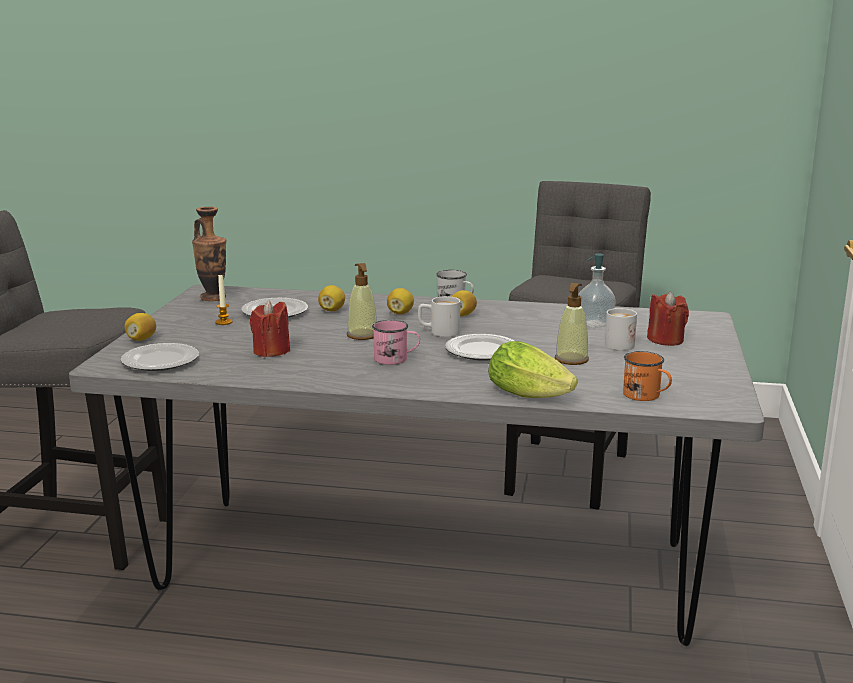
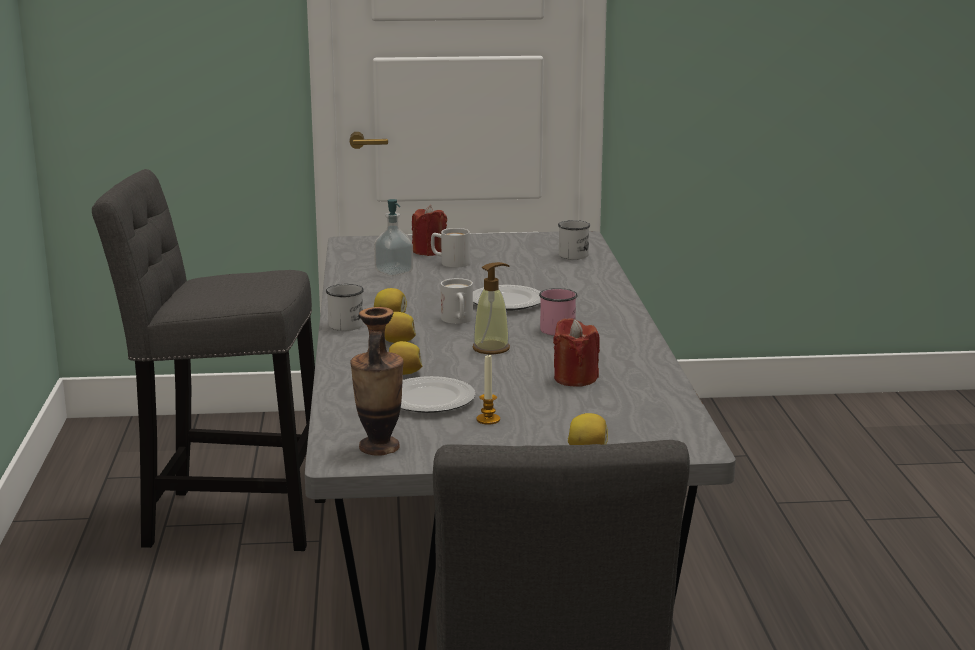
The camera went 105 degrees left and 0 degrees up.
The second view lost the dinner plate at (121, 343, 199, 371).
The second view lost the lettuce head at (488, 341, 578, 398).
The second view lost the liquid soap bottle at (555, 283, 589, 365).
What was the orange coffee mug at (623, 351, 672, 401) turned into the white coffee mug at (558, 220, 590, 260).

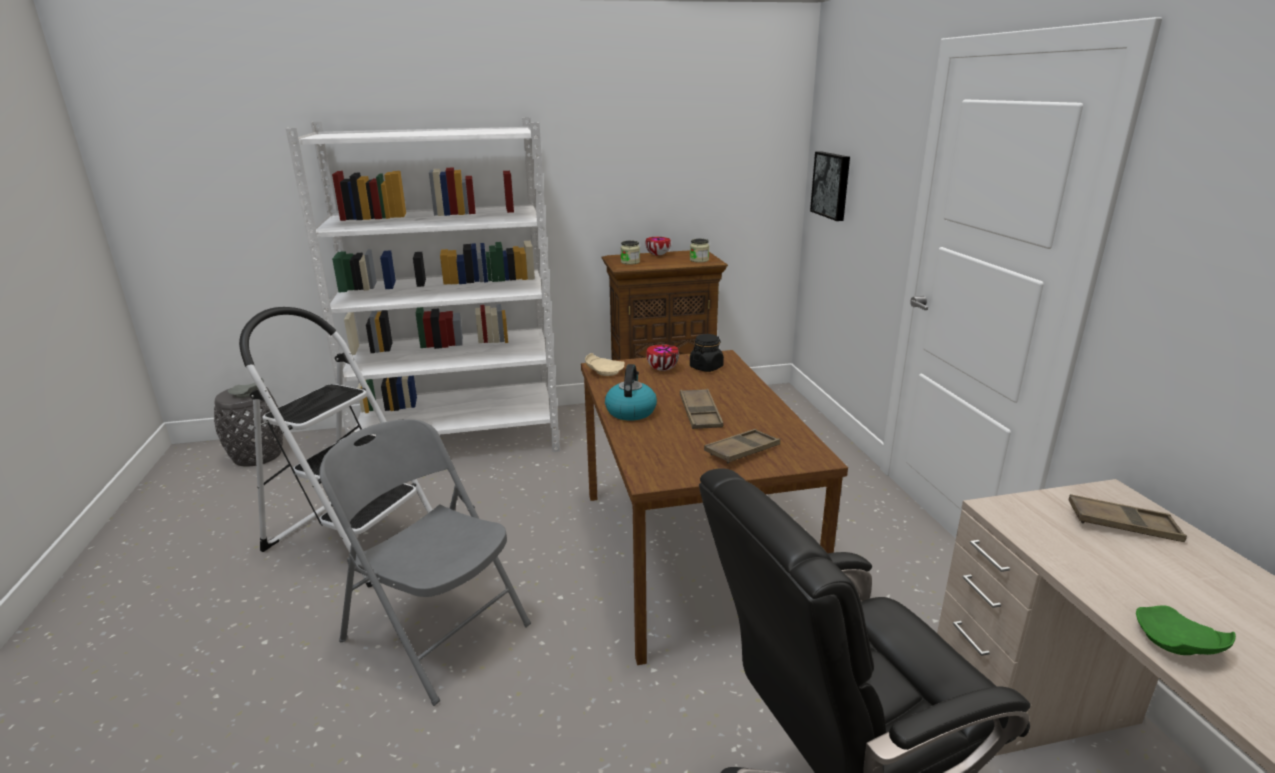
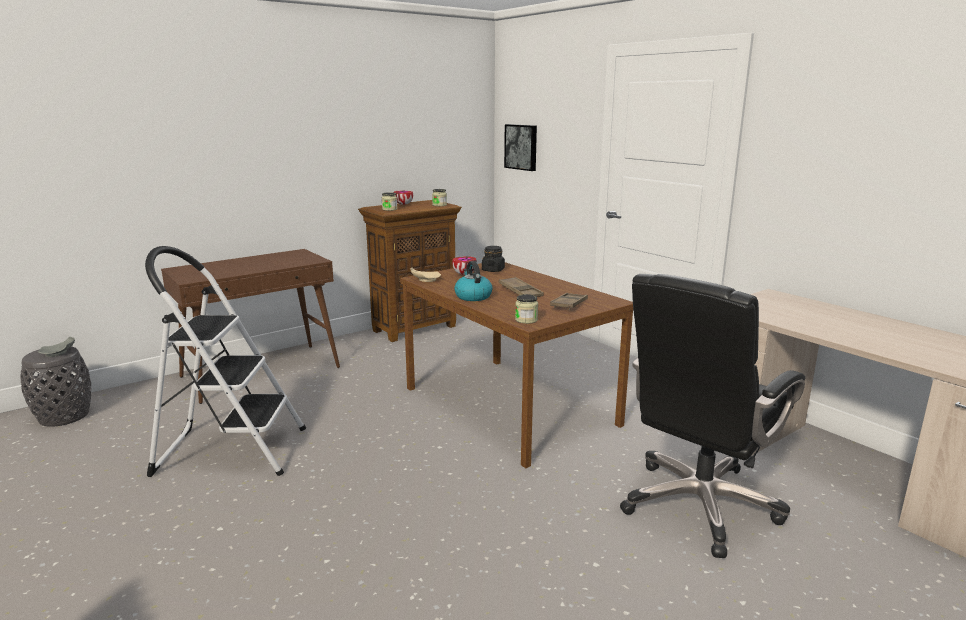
The camera went 25 degrees left and 5 degrees down.
The second view lost the greyish plain chair at (319, 419, 531, 706).
The second view lost the brownish tray at (1068, 494, 1187, 542).
The second view lost the green dinner plate at (1136, 605, 1236, 655).
The second view gained the preserve jar at (515, 294, 538, 324).
Where the white bookcase stood at (286, 117, 560, 452), the brownish narrow table came to stand at (161, 249, 340, 404).

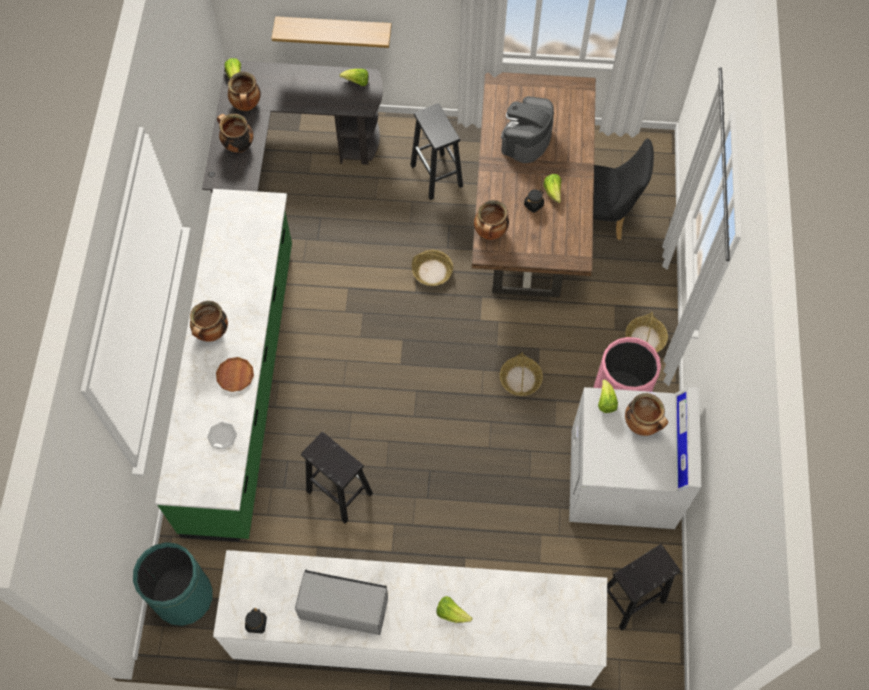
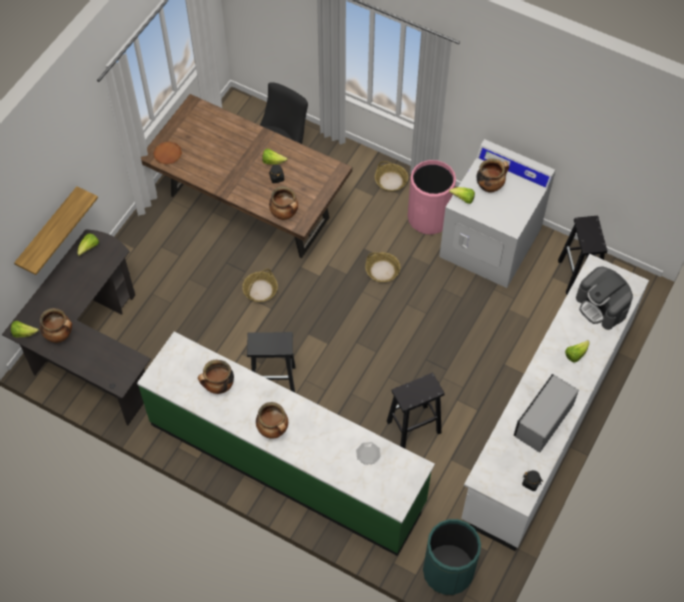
The camera went 65 degrees left and 5 degrees down.
The brownish dinner plate ended up elsewhere, having gone from (216, 357, 254, 392) to (153, 141, 182, 165).
The cooking pot ended up elsewhere, having gone from (217, 114, 253, 153) to (198, 360, 234, 394).
The blackish stool seat ended up elsewhere, having gone from (411, 103, 463, 200) to (247, 332, 295, 393).
The coffee brewer ended up elsewhere, having gone from (501, 96, 554, 163) to (576, 267, 633, 330).

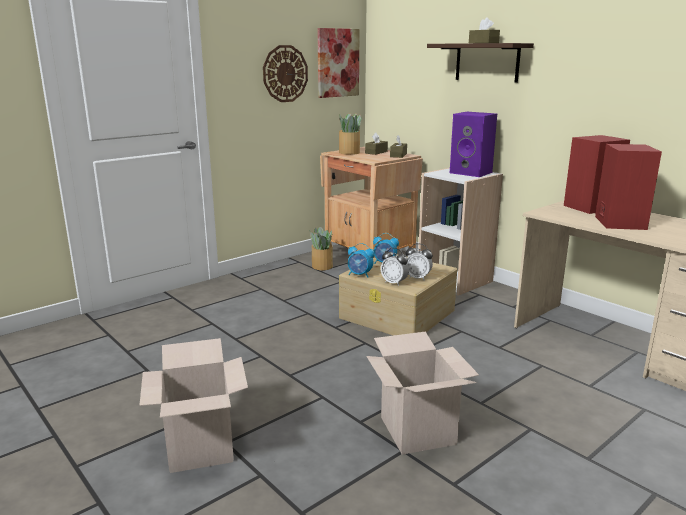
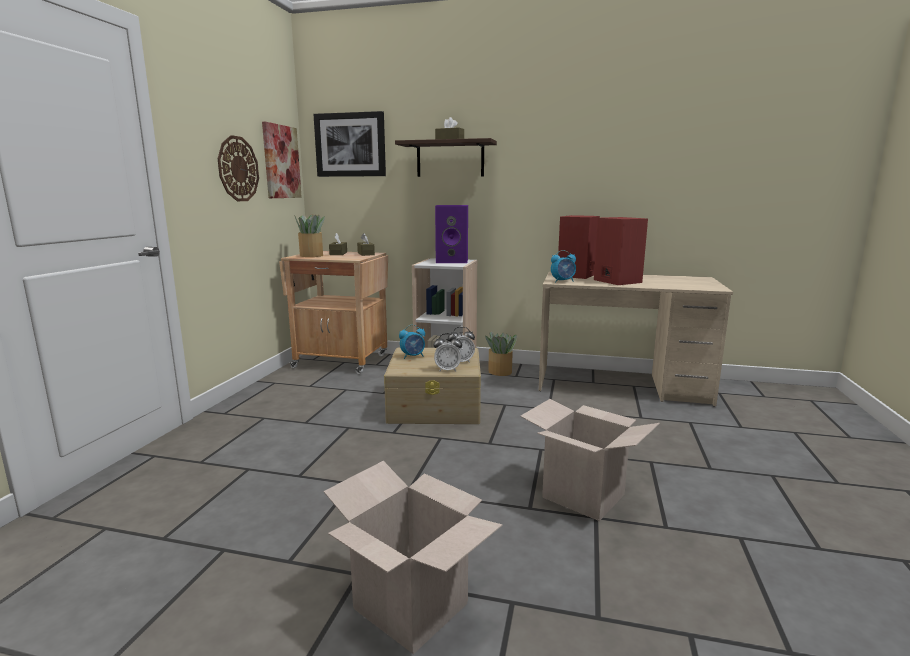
The camera went 35 degrees left and 5 degrees down.
The second view gained the picture at (313, 111, 386, 177).
The houseplant ended up elsewhere, having gone from (309, 226, 333, 270) to (485, 331, 517, 376).
The alarm clock ended up elsewhere, having gone from (348, 243, 375, 278) to (551, 250, 576, 282).

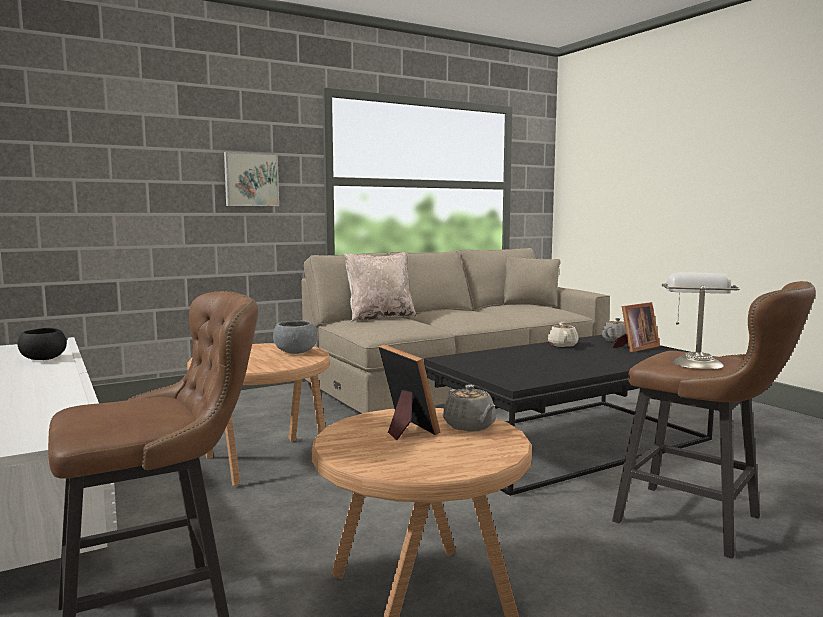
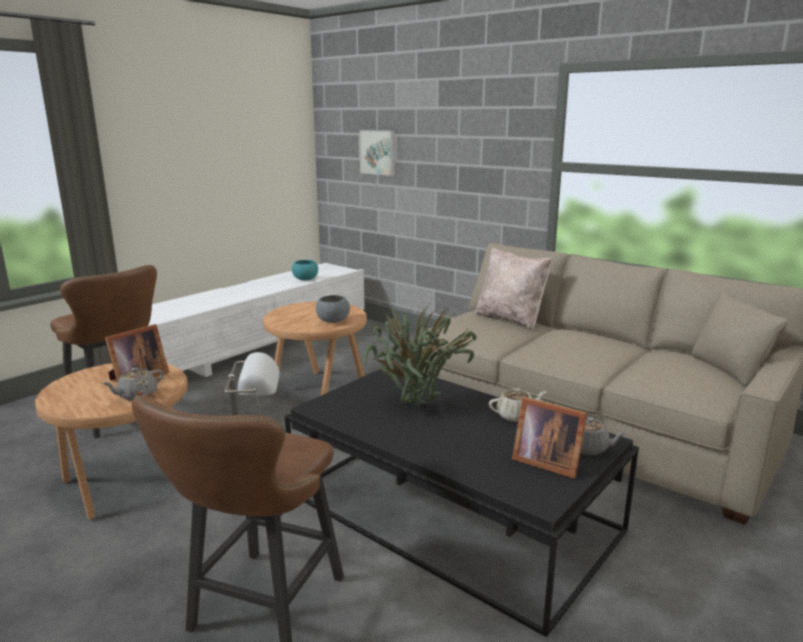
The camera went 70 degrees right and 10 degrees up.
The second view gained the houseplant at (364, 304, 477, 408).
The picture ended up elsewhere, having gone from (224, 152, 279, 206) to (359, 130, 395, 176).
What was the blackish bowl at (18, 328, 67, 360) turned into the blue-green bowl at (292, 260, 318, 280).

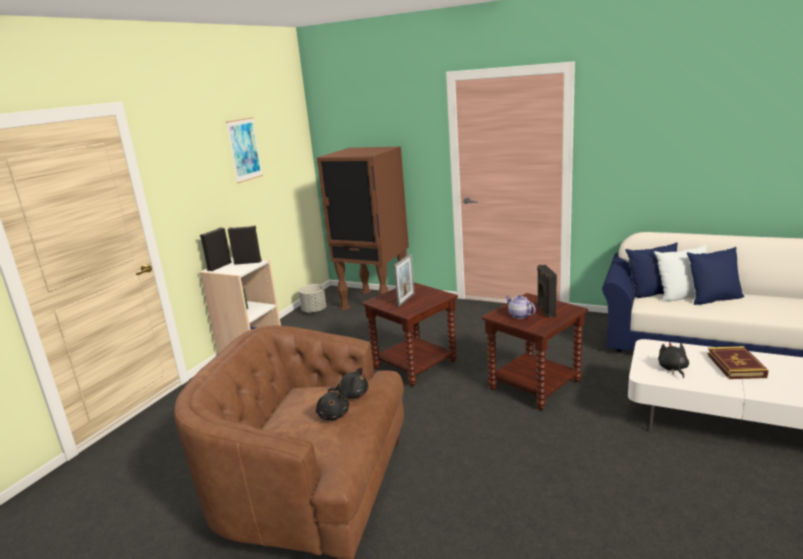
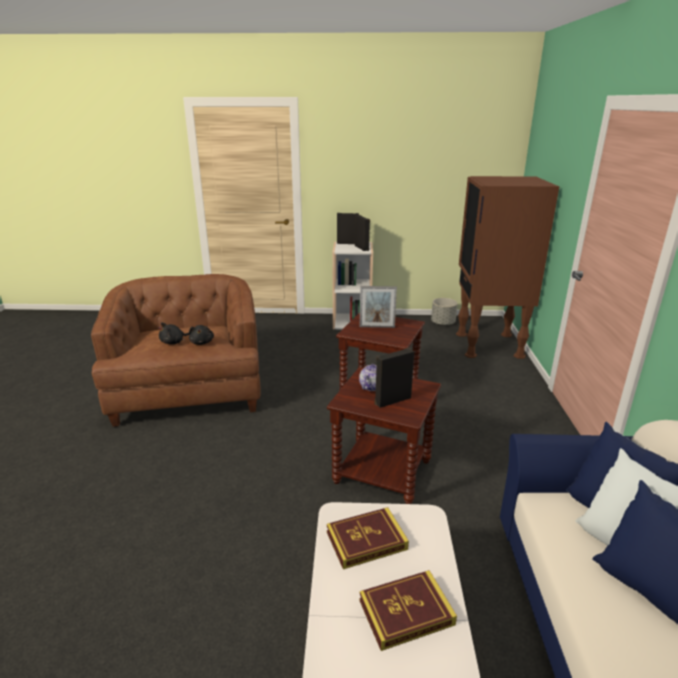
The camera went 65 degrees right and 5 degrees up.
The second view lost the picture at (226, 117, 263, 183).
Where the blackish cuddly toy stood at (658, 342, 689, 378), the bound book came to stand at (327, 507, 409, 569).

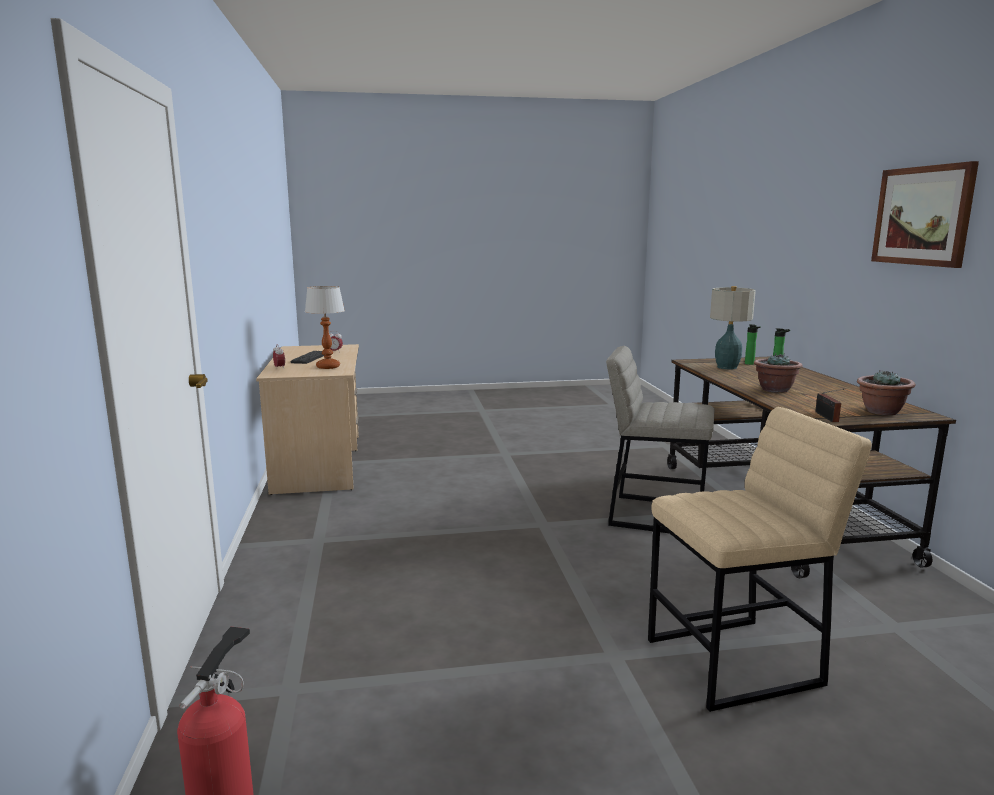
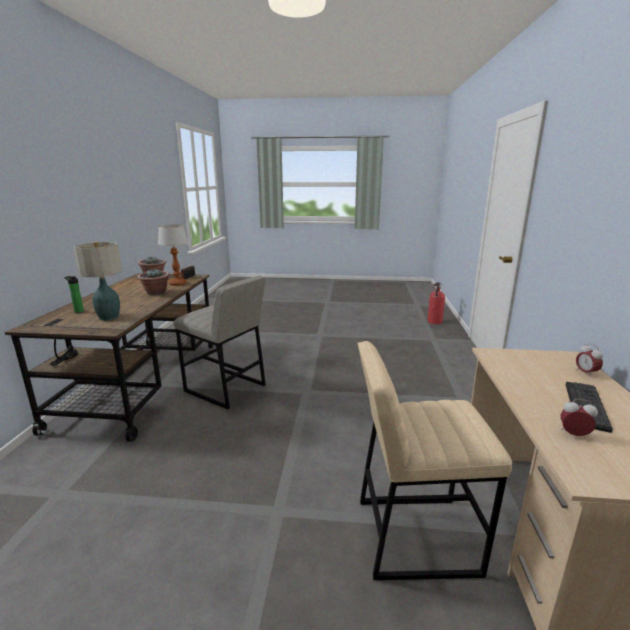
The camera went 165 degrees left and 5 degrees up.
The second view lost the drink bottle at (745, 324, 761, 365).
The second view lost the picture at (871, 161, 979, 268).
The lamp for a table ended up elsewhere, having gone from (305, 286, 345, 369) to (158, 224, 188, 286).
The beige plain chair ended up elsewhere, having gone from (648, 407, 872, 712) to (358, 341, 512, 580).

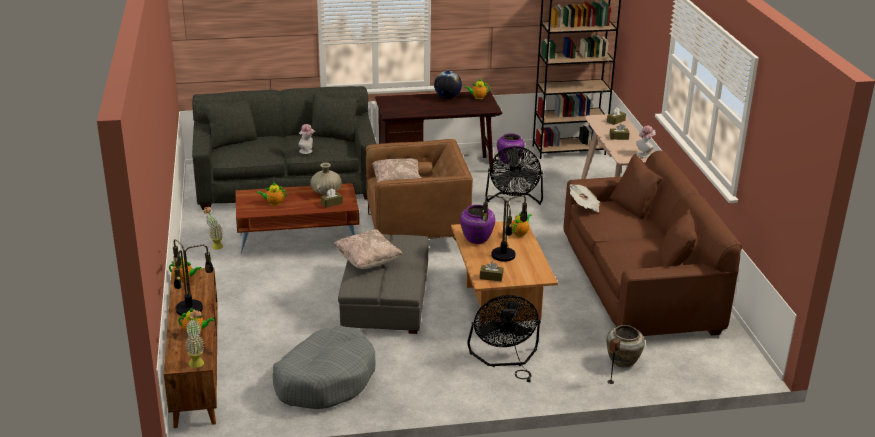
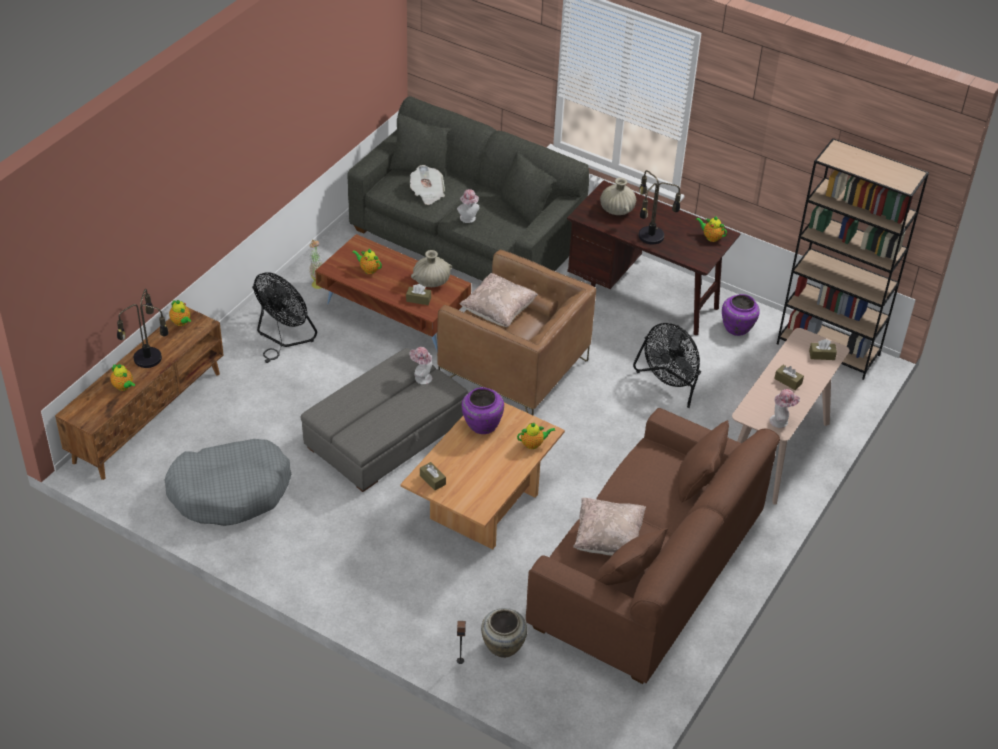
The camera went 40 degrees right and 15 degrees up.
The second view lost the houseplant at (185, 309, 205, 368).
The second view lost the globe at (434, 71, 462, 99).
The second view gained the clothing hat at (409, 347, 432, 385).
The second view gained the beige flower vase at (600, 178, 636, 215).
The beige throw pillow ended up elsewhere, having gone from (333, 229, 402, 269) to (573, 498, 646, 556).
The blackish fan ended up elsewhere, having gone from (467, 295, 541, 382) to (252, 272, 317, 363).
The lamp for a table ended up elsewhere, having gone from (481, 195, 527, 262) to (639, 170, 681, 244).
The printed paper ended up elsewhere, having gone from (569, 184, 600, 212) to (410, 165, 445, 205).

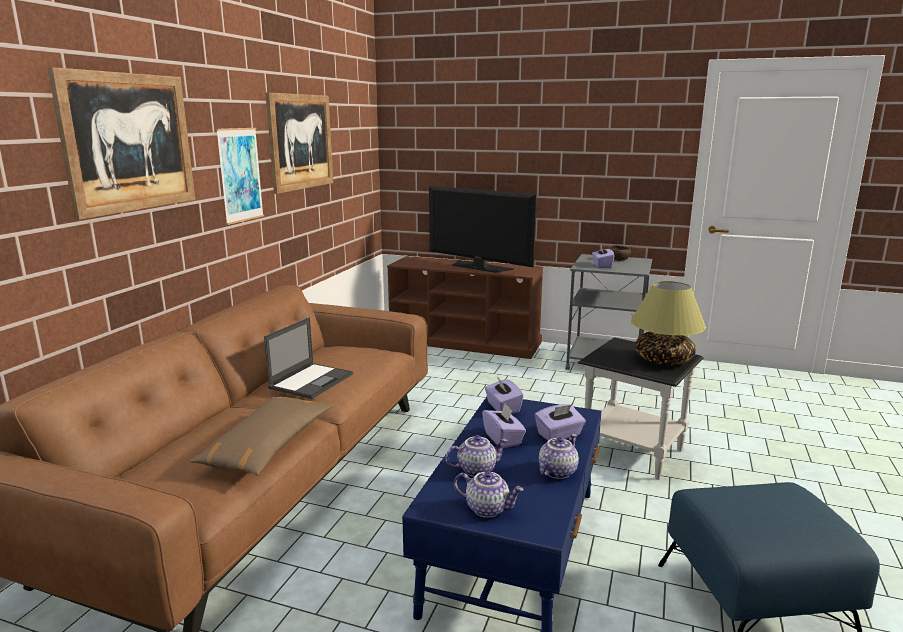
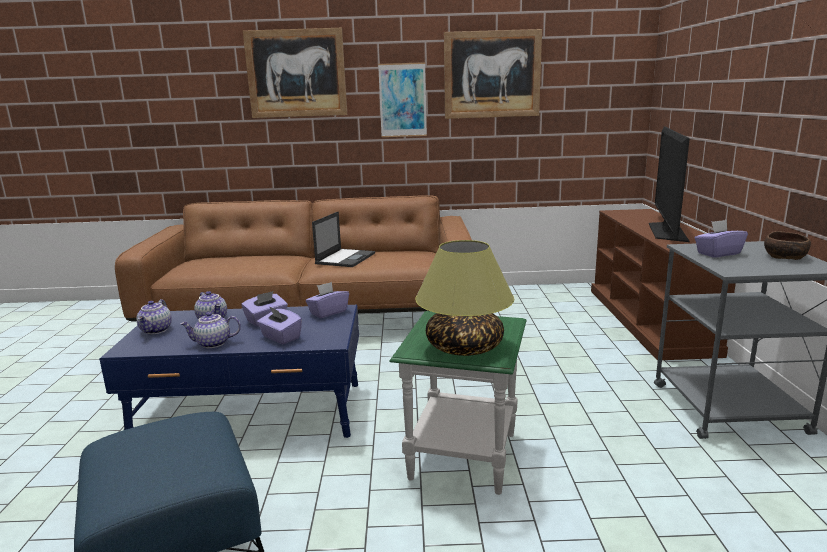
The camera went 70 degrees right and 0 degrees up.
The second view lost the brownish throw pillow at (190, 397, 333, 475).
What was the blackish end table at (578, 337, 704, 480) turned into the green end table at (389, 311, 526, 495).
The notebook computer at (264, 317, 353, 399) ended up facing another way, 75 degrees counterclockwise from before.
The teapot at (539, 434, 579, 479) ended up facing another way, 150 degrees clockwise from before.

